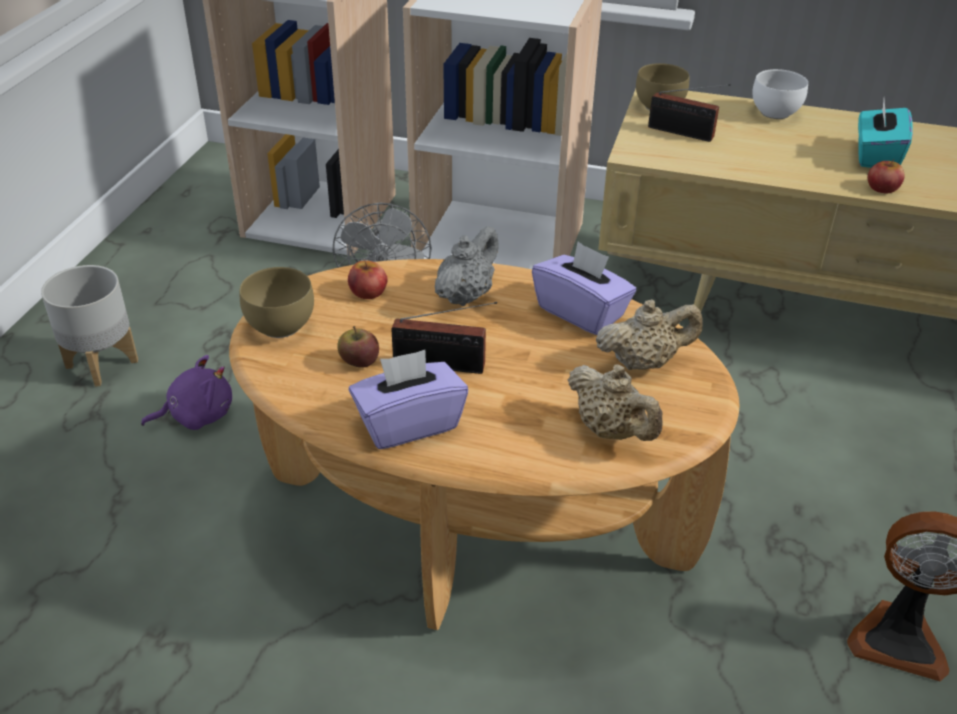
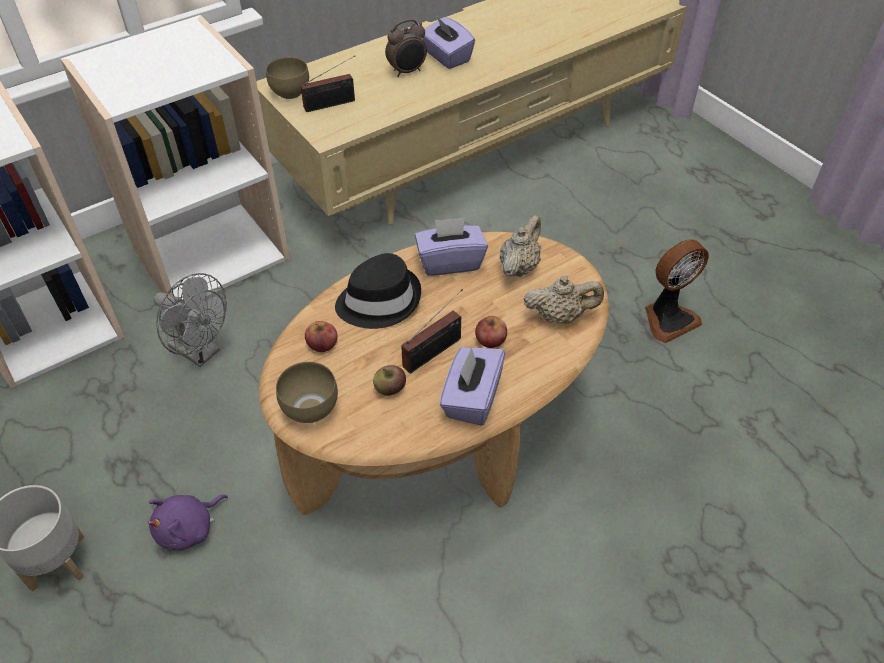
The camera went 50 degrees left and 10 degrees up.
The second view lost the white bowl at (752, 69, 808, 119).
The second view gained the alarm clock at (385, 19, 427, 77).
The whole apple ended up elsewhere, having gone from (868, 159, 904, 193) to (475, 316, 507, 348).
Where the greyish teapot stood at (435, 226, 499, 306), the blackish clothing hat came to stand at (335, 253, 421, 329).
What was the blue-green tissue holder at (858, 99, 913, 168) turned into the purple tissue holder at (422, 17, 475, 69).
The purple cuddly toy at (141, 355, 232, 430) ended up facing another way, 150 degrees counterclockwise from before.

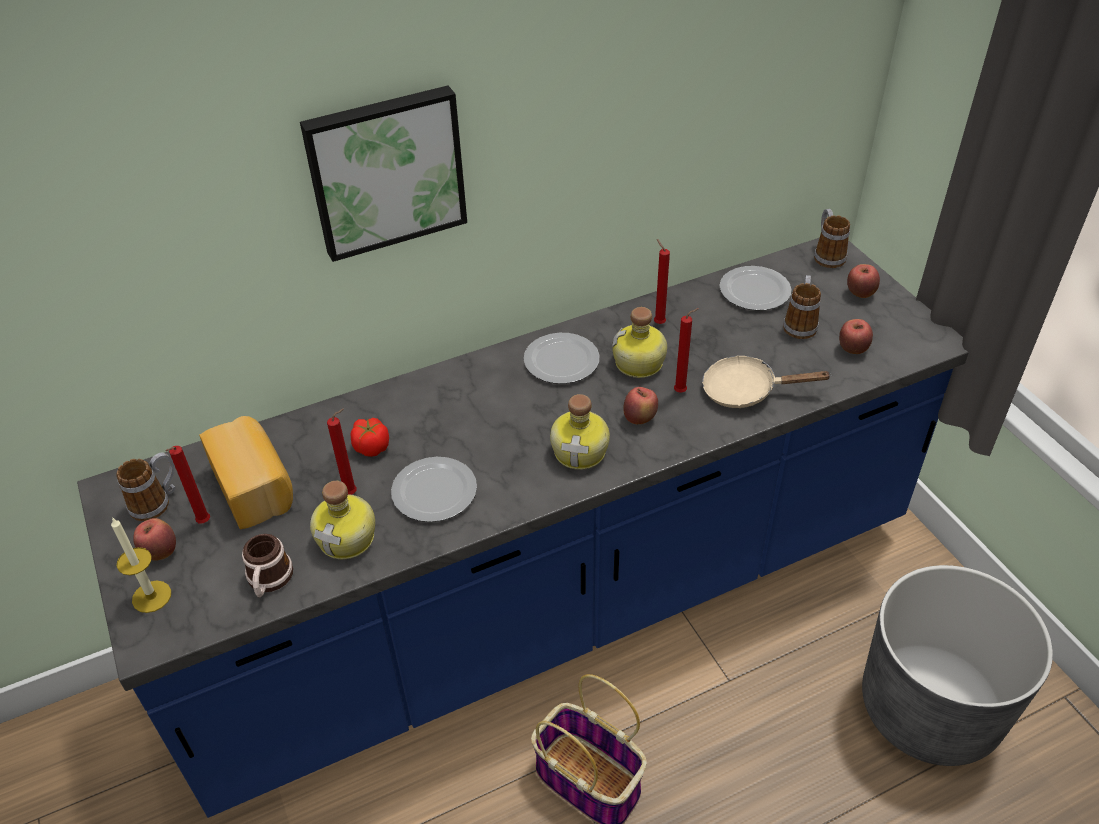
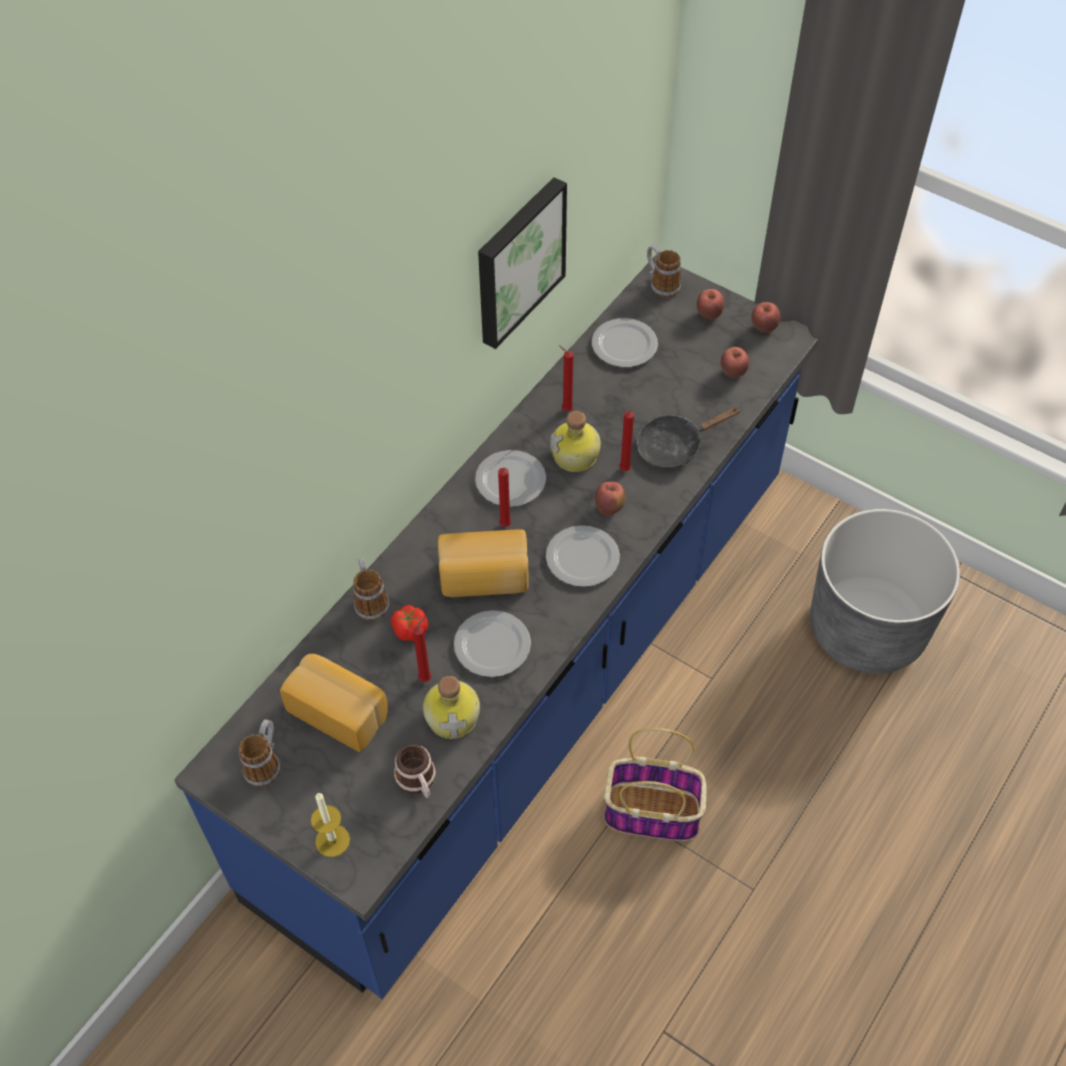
The camera went 30 degrees left and 10 degrees up.
The second view gained the bakery bread at (438, 529, 529, 597).
The whole apple ended up elsewhere, having gone from (133, 518, 176, 561) to (751, 302, 780, 333).
The reddish wax candle ended up elsewhere, having gone from (165, 446, 210, 523) to (498, 468, 511, 527).
The picture ended up elsewhere, having gone from (300, 86, 467, 262) to (478, 177, 567, 349).
The coffee mug ended up elsewhere, having gone from (783, 275, 821, 339) to (353, 557, 389, 621).
Where the drink bottle stood at (550, 394, 610, 470), the dinner plate came to stand at (546, 525, 620, 587).
What was the beige skillet at (702, 355, 832, 408) turned into the blackish skillet at (637, 407, 741, 469).

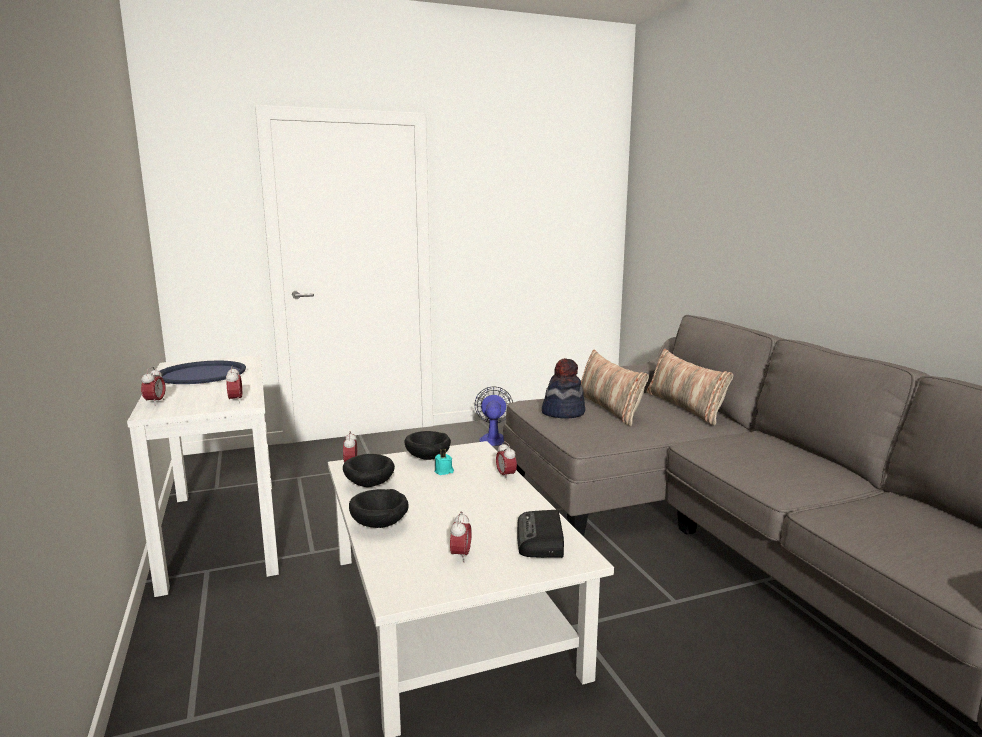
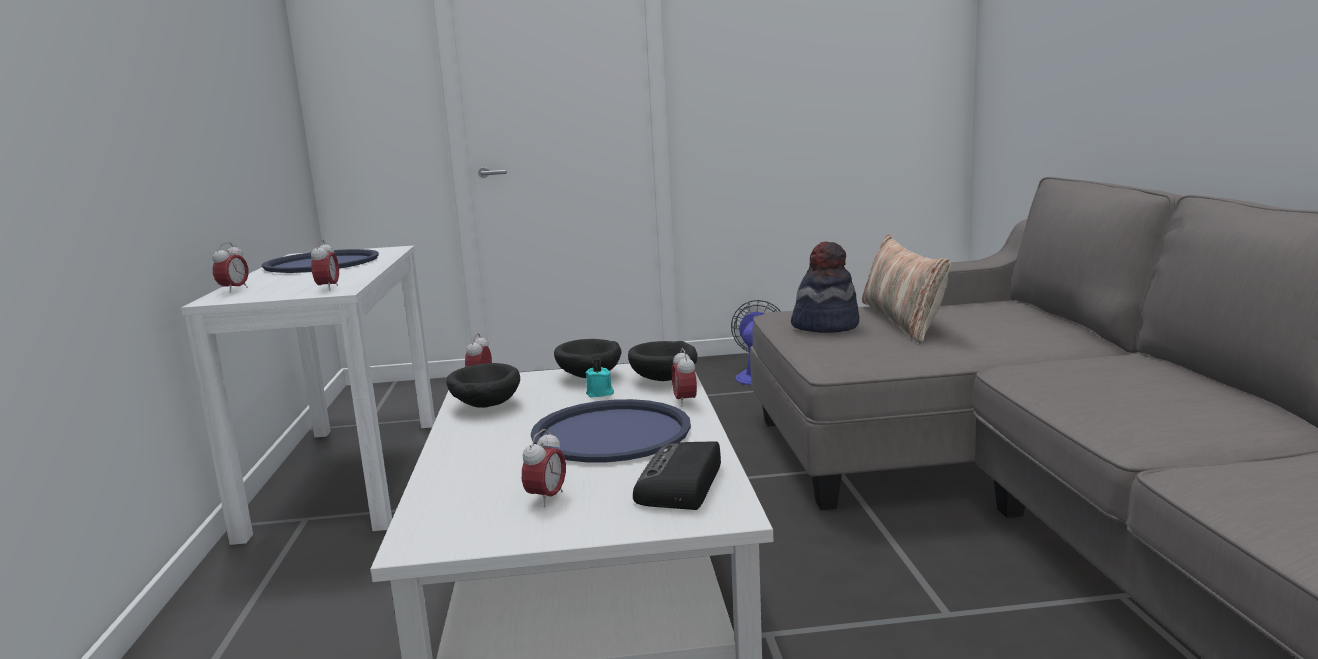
The camera went 15 degrees right and 0 degrees up.
The second view lost the throw pillow at (646, 349, 733, 425).
The second view gained the bluish tray at (531, 399, 691, 462).
The blackish bowl ended up elsewhere, having gone from (349, 489, 409, 528) to (628, 341, 697, 381).

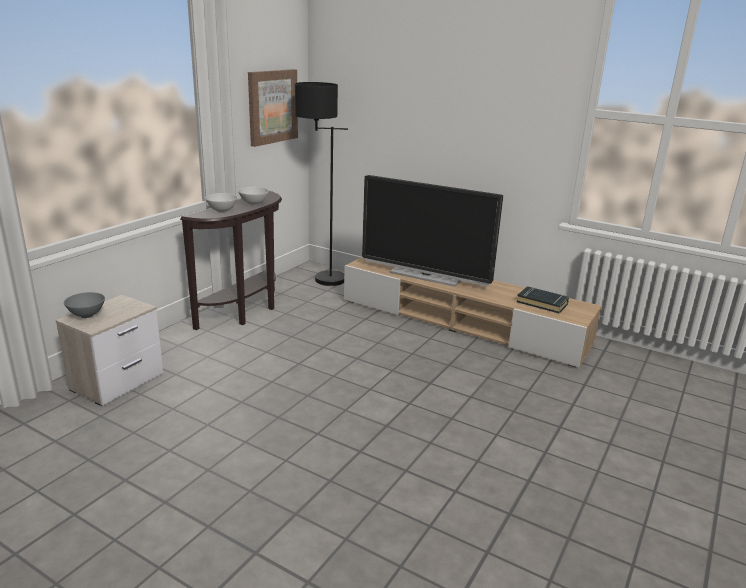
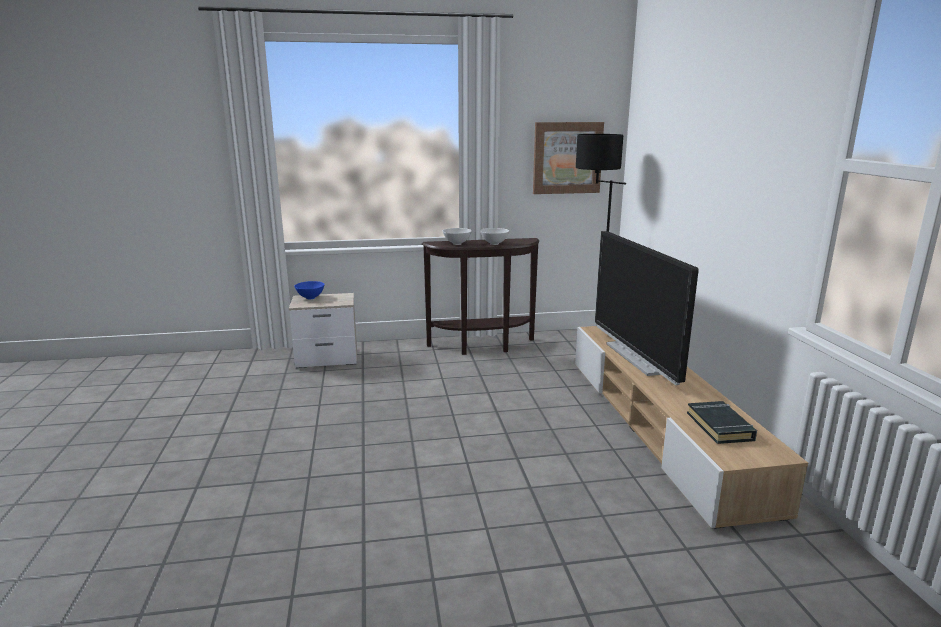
The camera went 50 degrees right and 5 degrees down.
What was the greyish bowl at (64, 292, 105, 318) turned into the bluish bowl at (294, 281, 325, 299).

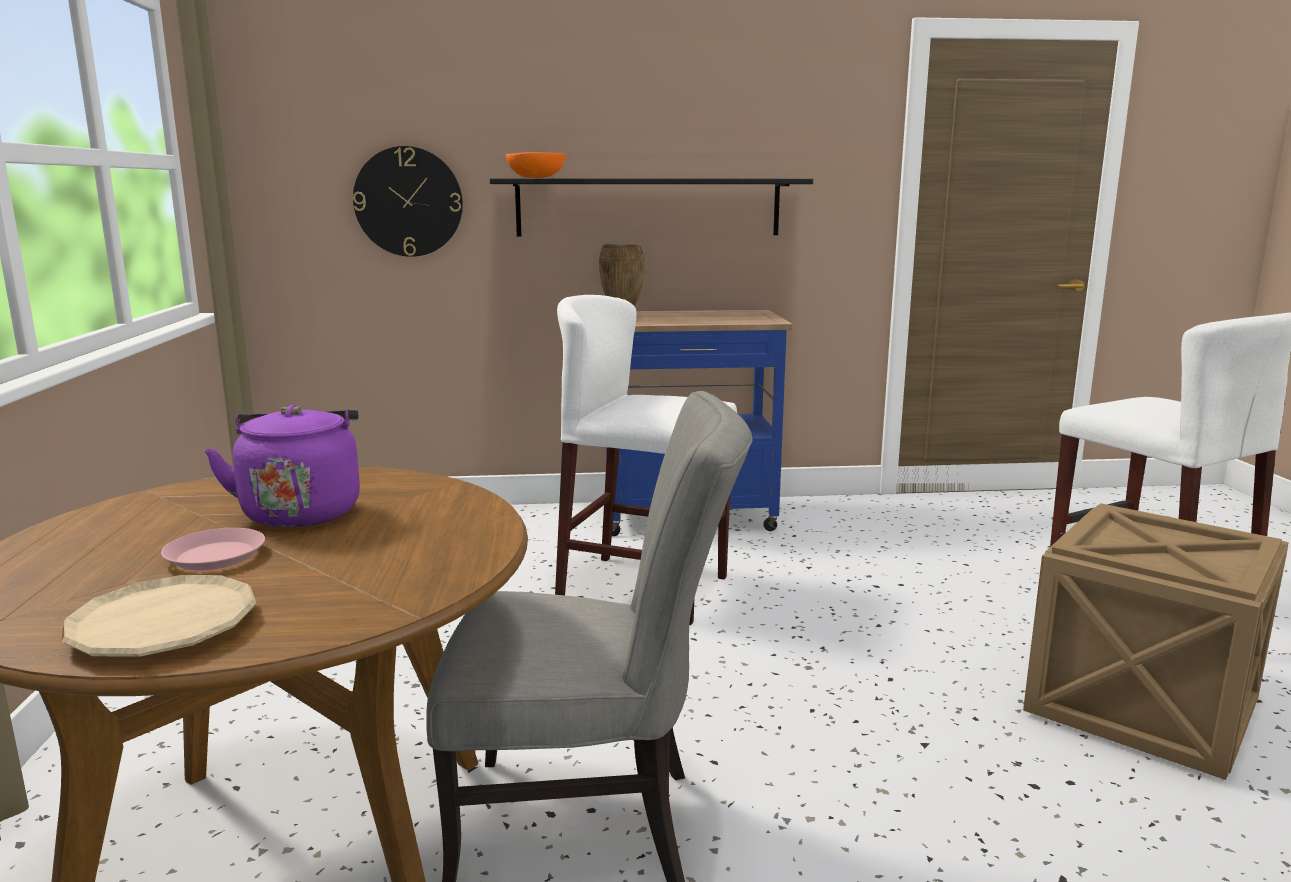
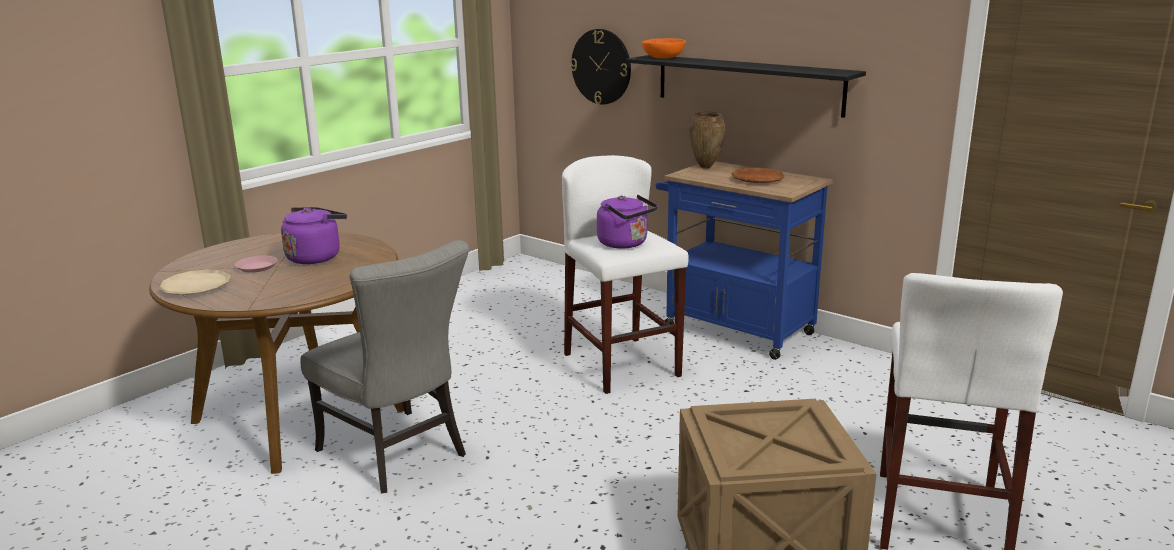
The camera went 45 degrees right and 5 degrees up.
The second view gained the purple water kettle at (597, 195, 658, 249).
The second view gained the brownish dinner plate at (731, 168, 785, 183).

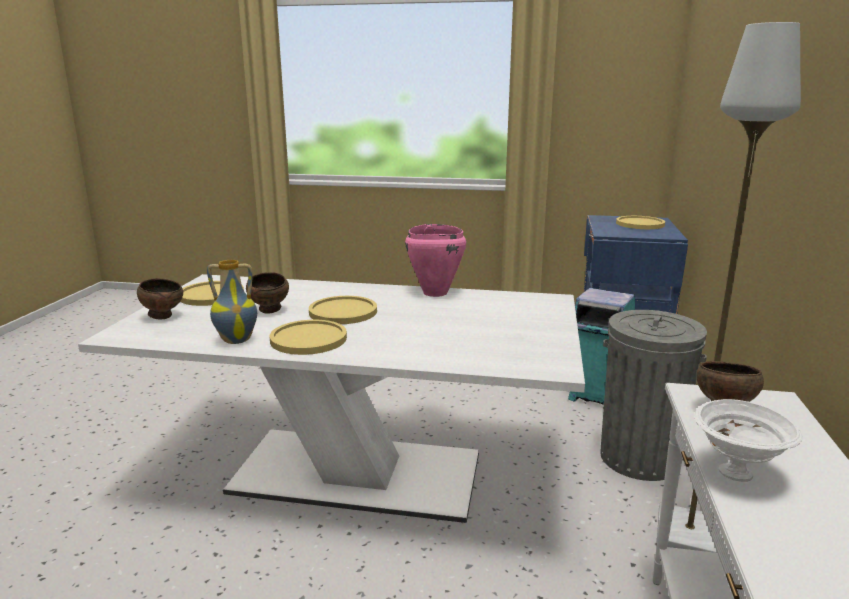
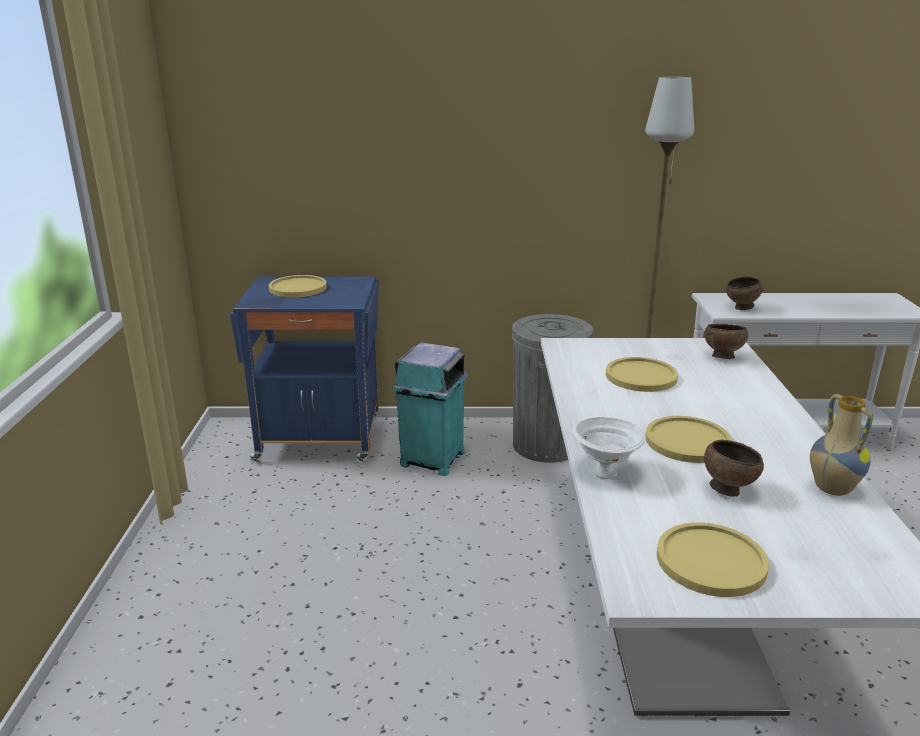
The camera went 100 degrees left and 5 degrees up.
The second view lost the pink cooking pot at (405, 224, 466, 297).
The brownish bowl ended up elsewhere, having gone from (137, 278, 183, 319) to (704, 324, 748, 359).
The yellow-coloured dinner plate ended up elsewhere, having gone from (270, 320, 347, 355) to (606, 357, 678, 392).
The white bowl ended up elsewhere, having gone from (695, 399, 803, 482) to (572, 417, 646, 479).

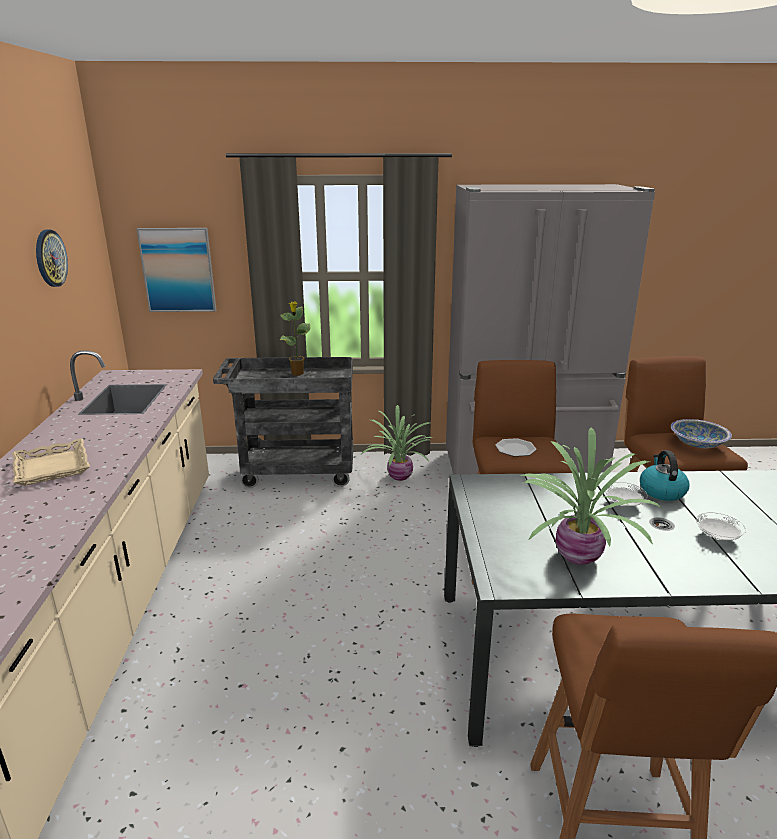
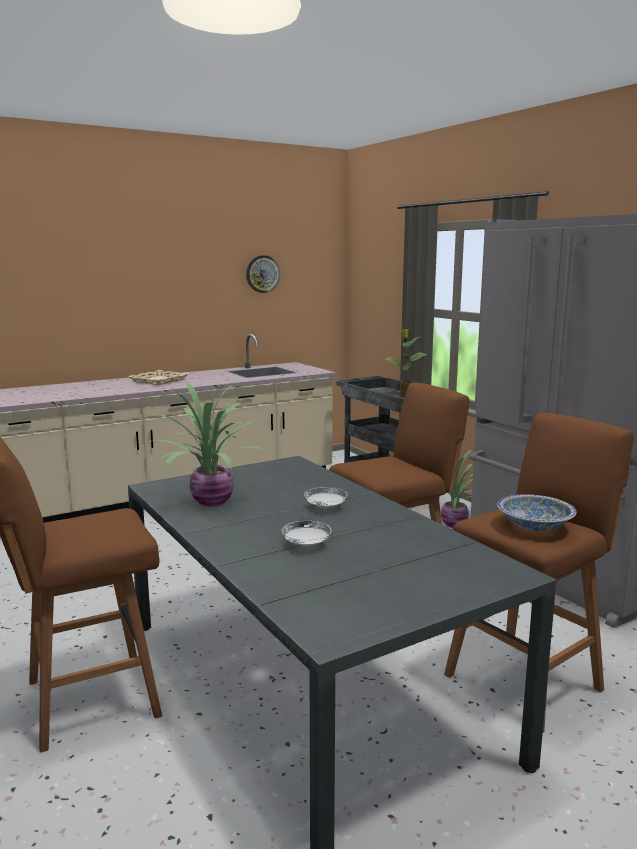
The camera went 60 degrees right and 10 degrees down.
The second view lost the picture at (136, 228, 216, 312).
The second view lost the dinner plate at (495, 438, 537, 457).
The second view lost the water kettle at (640, 450, 690, 501).

